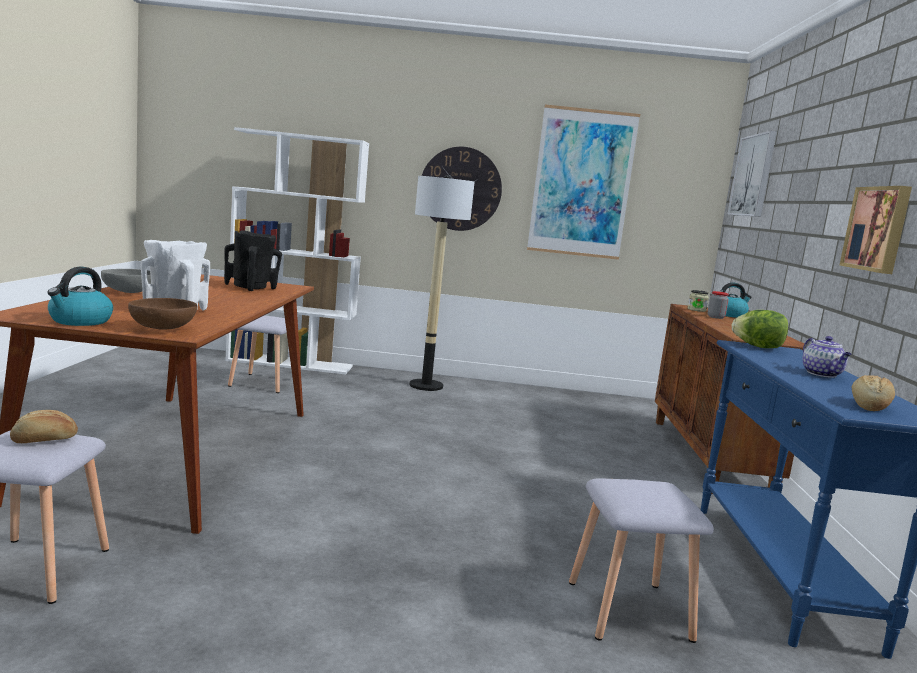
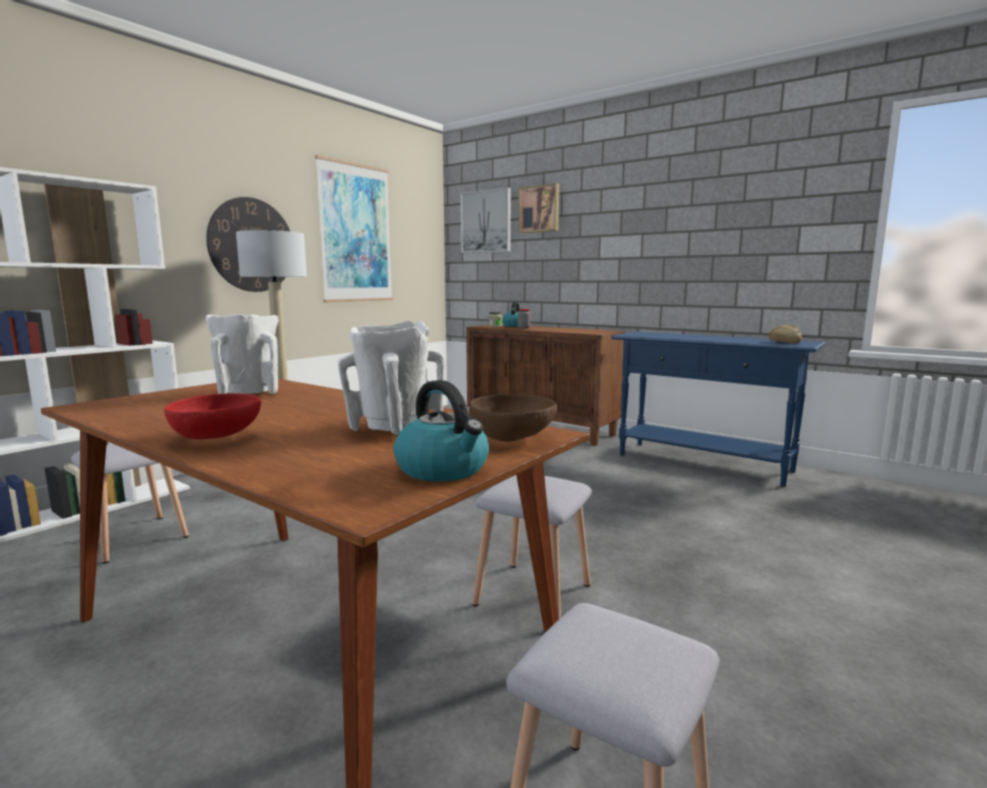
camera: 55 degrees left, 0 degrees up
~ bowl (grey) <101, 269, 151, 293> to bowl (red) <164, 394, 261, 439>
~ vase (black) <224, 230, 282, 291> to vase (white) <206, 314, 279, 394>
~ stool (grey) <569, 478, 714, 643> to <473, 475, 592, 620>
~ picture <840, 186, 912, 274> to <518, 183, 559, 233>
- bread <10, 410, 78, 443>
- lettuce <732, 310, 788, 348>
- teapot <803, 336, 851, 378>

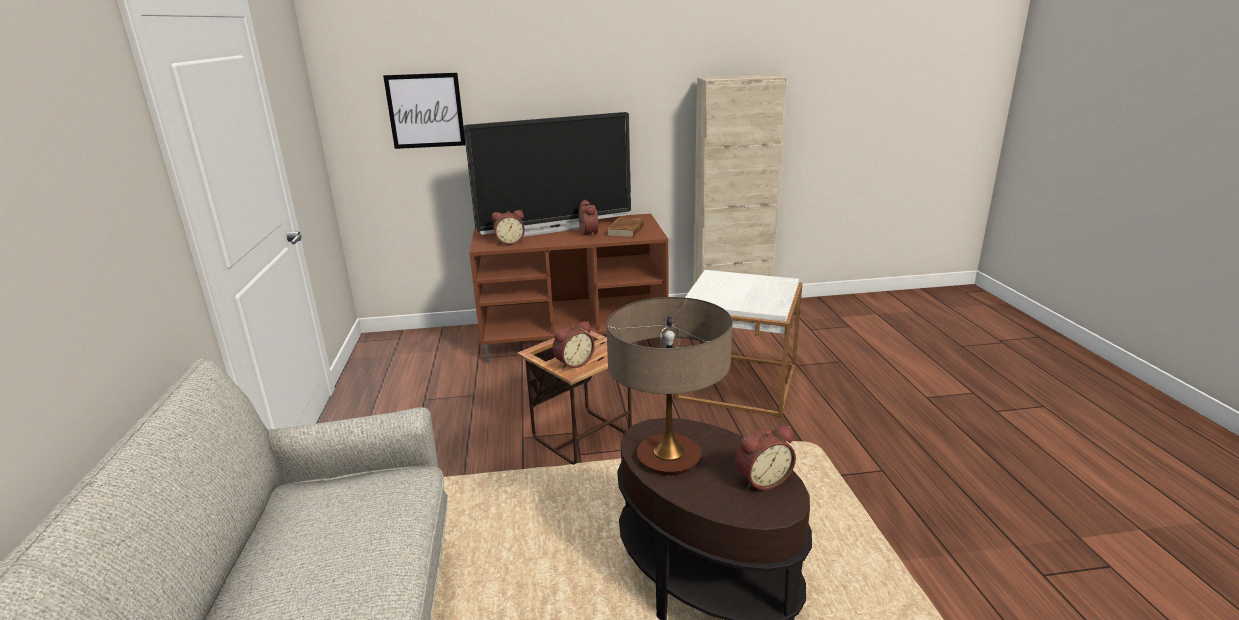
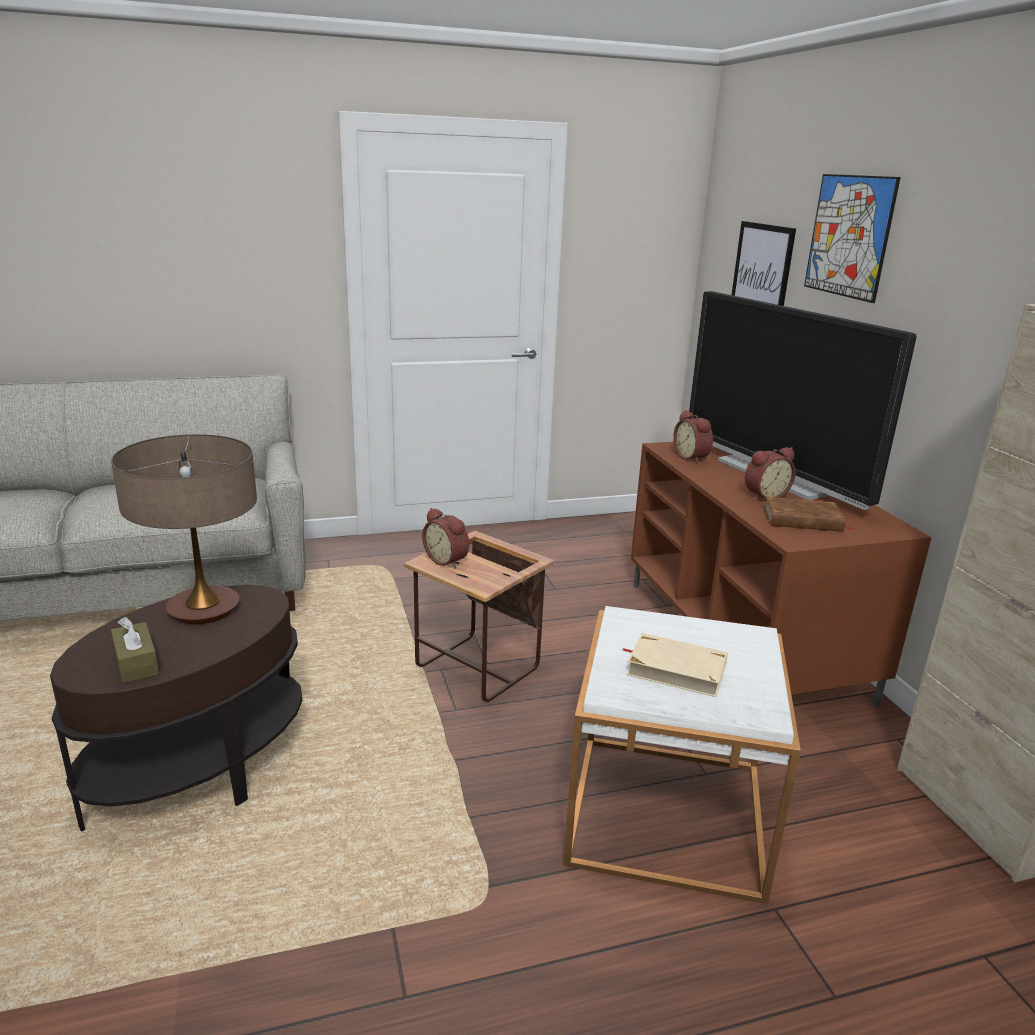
camera: 80 degrees right, 0 degrees up
~ alarm clock <735, 426, 796, 490> to tissue box (brown) <111, 617, 159, 683>
+ book (beige) <623, 633, 728, 697>
+ picture <804, 174, 901, 303>

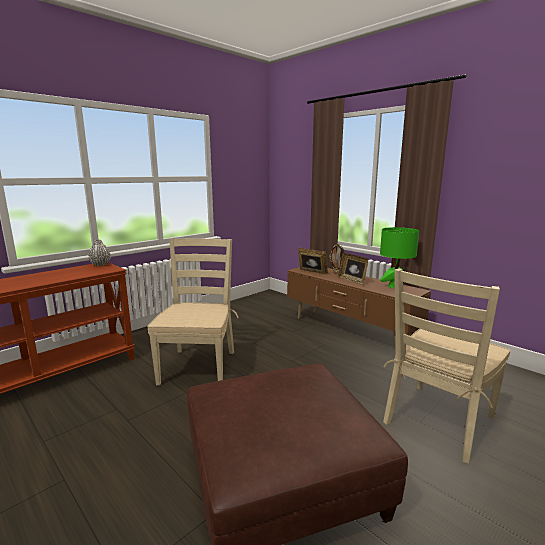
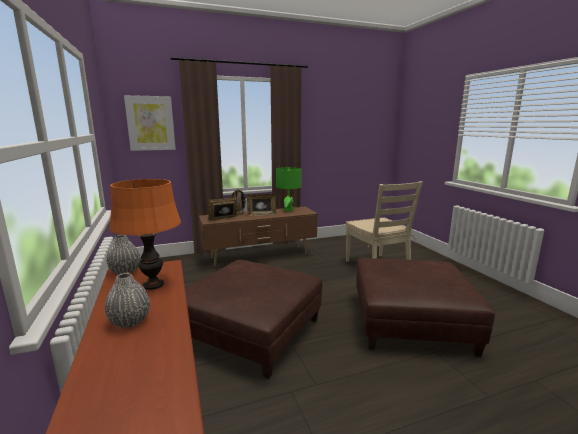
camera: 65 degrees left, 0 degrees up
+ vase (grey) <105, 273, 150, 328>
+ table lamp (orange) <109, 179, 181, 290>
+ picture <124, 95, 176, 151>
~ chair (beige) <147, 238, 239, 386> to ottoman (brown) <185, 260, 322, 379>

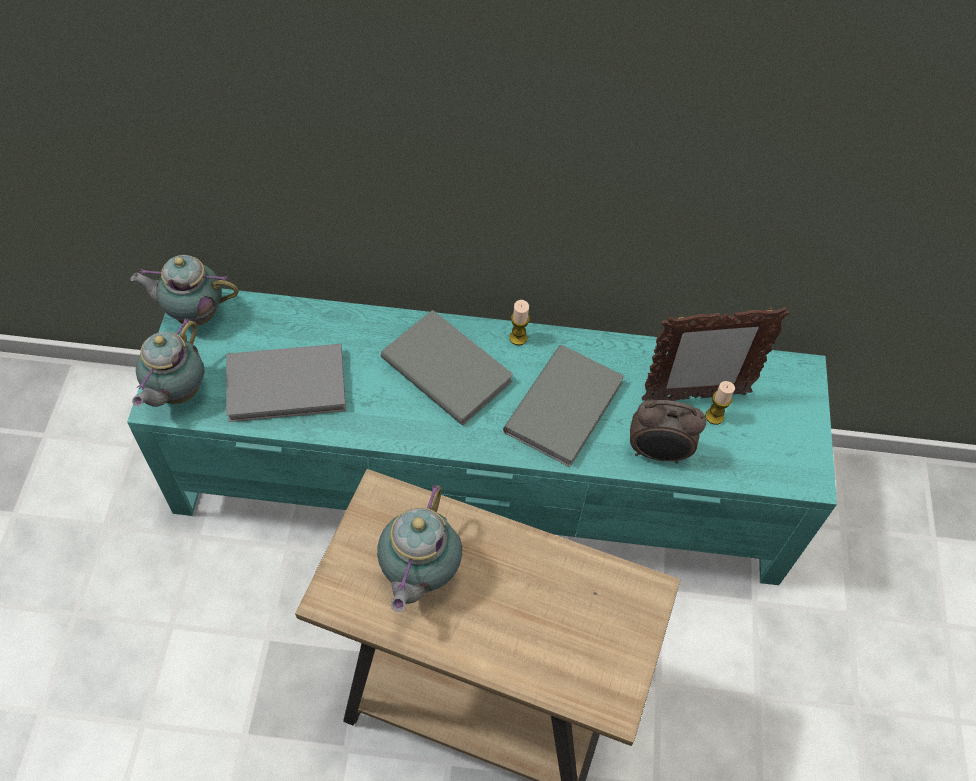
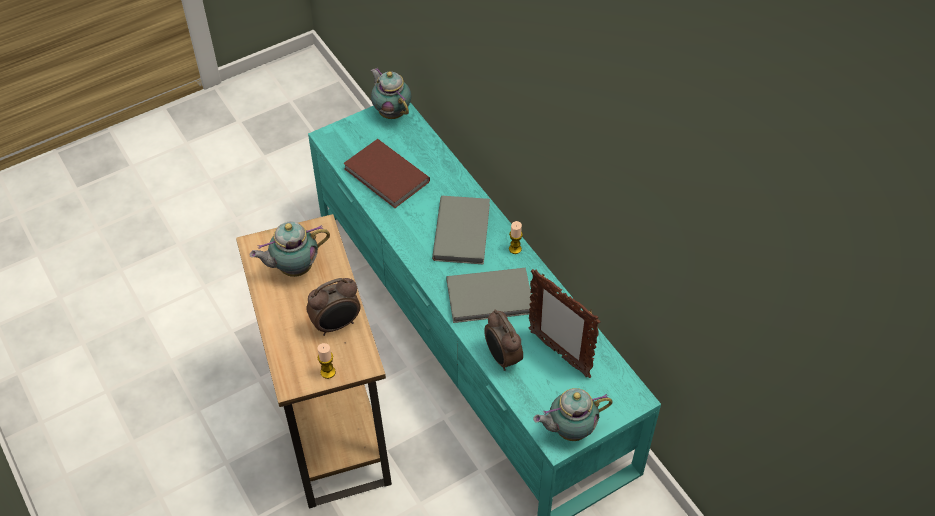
camera: 55 degrees right, 5 degrees down
+ alarm clock <306, 278, 361, 336>
~ candle <705, 381, 735, 425> to <318, 343, 336, 379>
~ book (grey) <226, 344, 346, 422> to book (brown) <343, 139, 430, 208>
~ teapot <132, 318, 205, 407> to <533, 388, 613, 441>

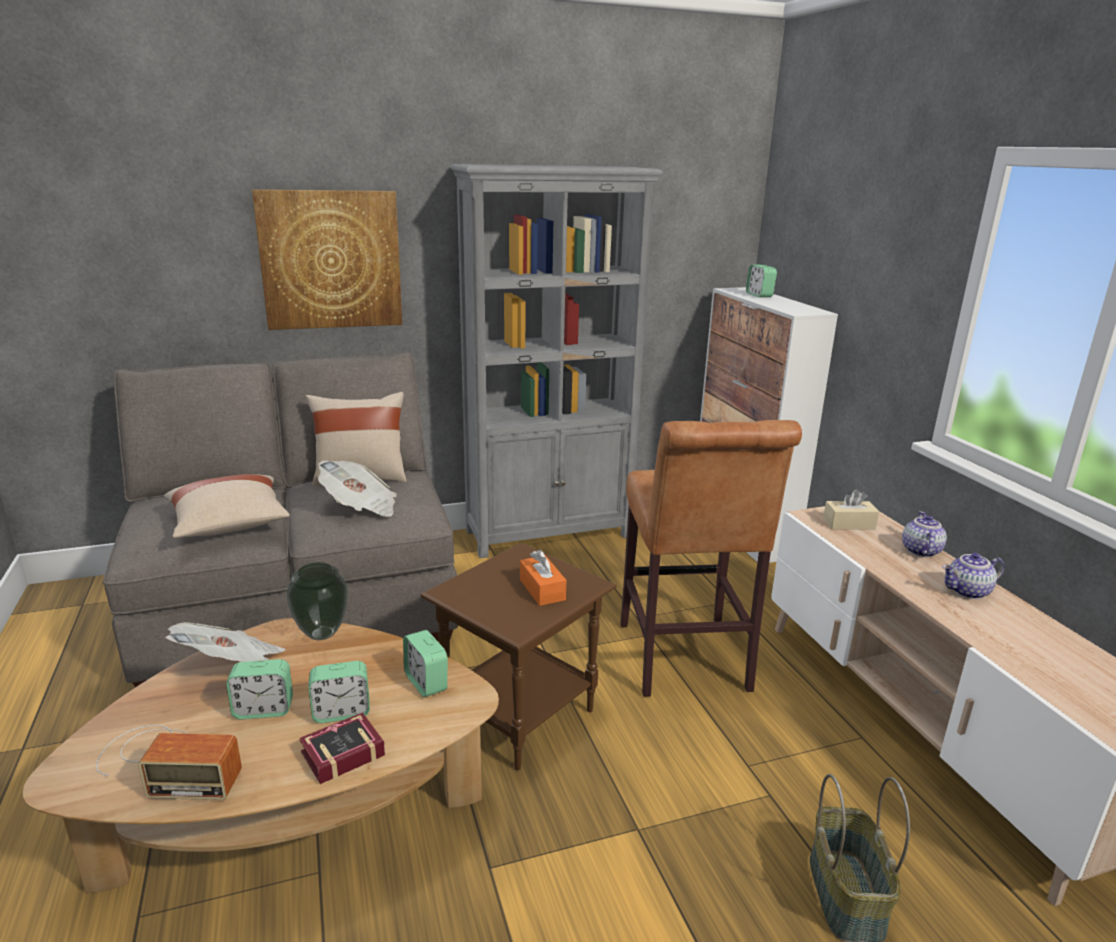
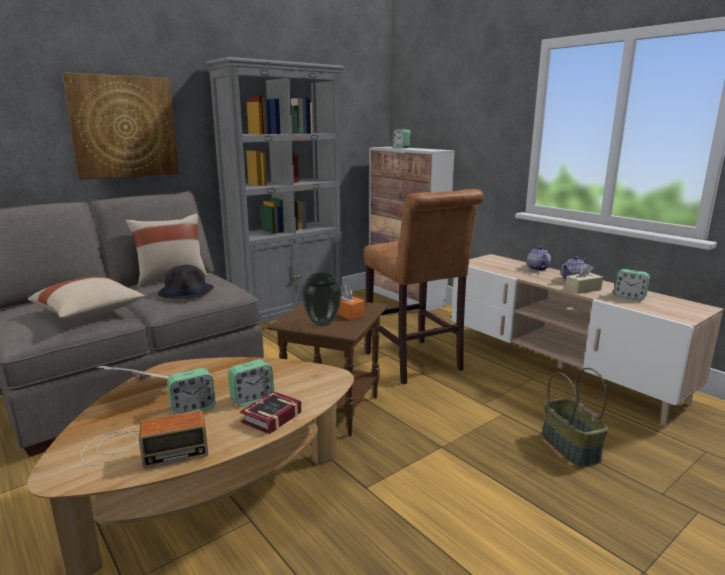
camera: 20 degrees left, 5 degrees down
~ newspaper <318, 460, 397, 517> to hat (black) <158, 265, 214, 299>
~ vase <286, 562, 348, 640> to <302, 273, 342, 326>
~ tissue box (beige) <823, 489, 879, 529> to <565, 264, 603, 294>
~ alarm clock <403, 630, 448, 697> to <613, 269, 650, 301>

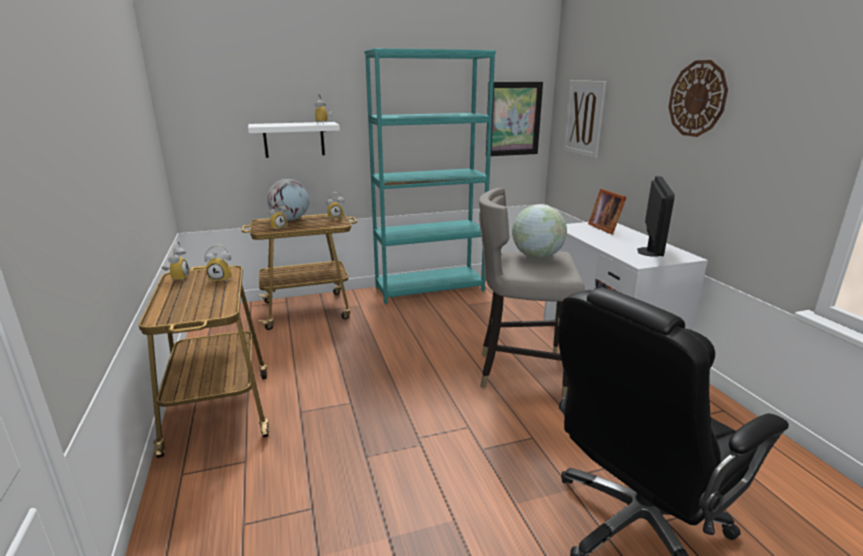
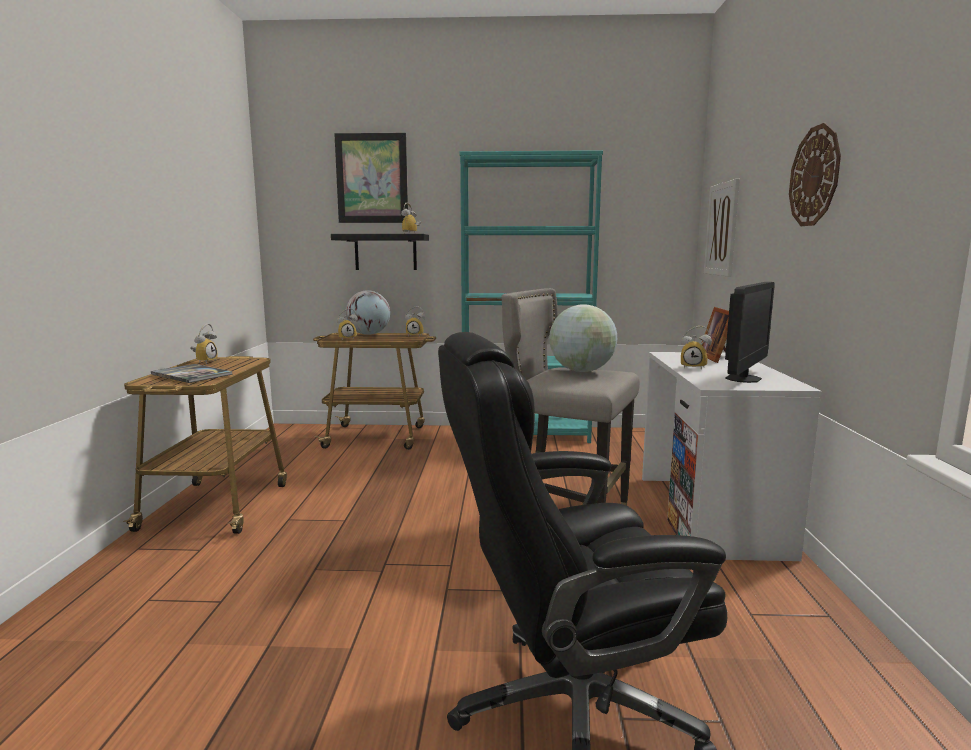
camera: 20 degrees right, 10 degrees down
+ book <151, 364, 233, 383>
~ shelf (white) <248, 122, 340, 158> to shelf (black) <331, 234, 429, 270>
~ picture <486, 82, 543, 156> to <334, 133, 408, 223>
~ alarm clock <204, 244, 232, 283> to <681, 326, 712, 370>

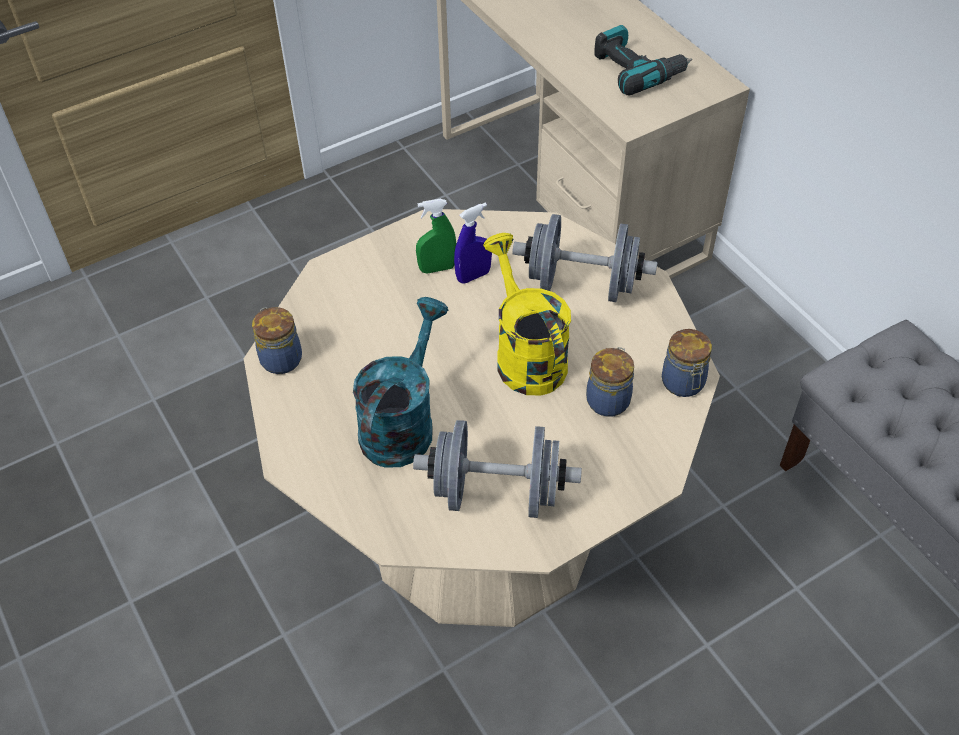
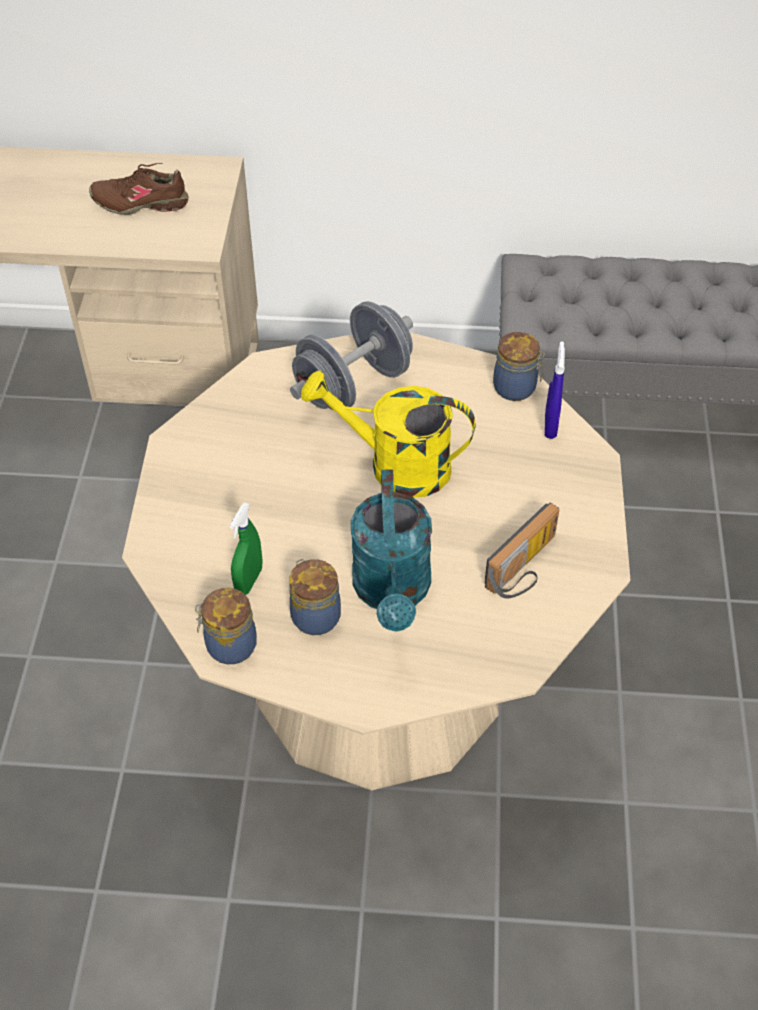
camera: 55 degrees left, 0 degrees up
~ power drill <594, 25, 692, 96> to shoe (brown) <89, 163, 189, 215>
~ spray bottle (green) <416, 199, 457, 274> to <230, 502, 263, 595>
~ jar <586, 347, 634, 417> to <289, 559, 341, 635>
~ watering can (turquoise) <353, 297, 448, 468> = <351, 469, 432, 632> 150 degrees counterclockwise
~ dumbbell (grey) <413, 420, 582, 518> to radio <484, 502, 560, 599>
~ spray bottle (blue) <454, 202, 492, 283> to <544, 341, 565, 439>

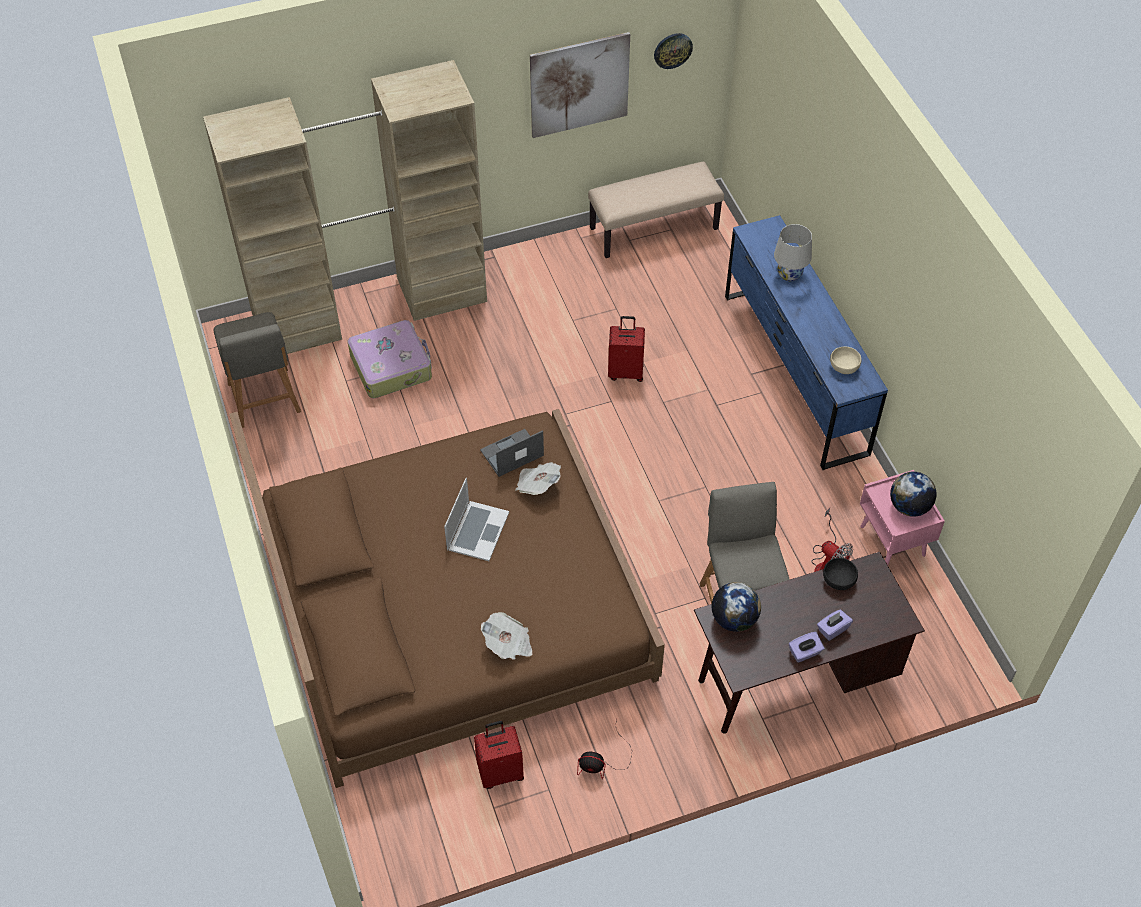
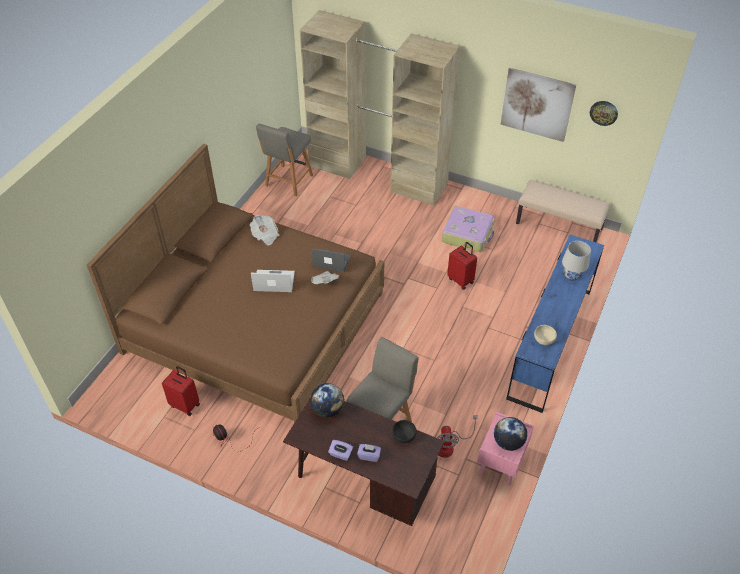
camera: 45 degrees right, 5 degrees down
~ newspaper <481, 612, 533, 660> to <250, 215, 280, 246>
~ laptop <444, 478, 509, 561> = <251, 270, 295, 292> 150 degrees counterclockwise
~ suitcase <348, 320, 432, 398> to <442, 206, 494, 252>

